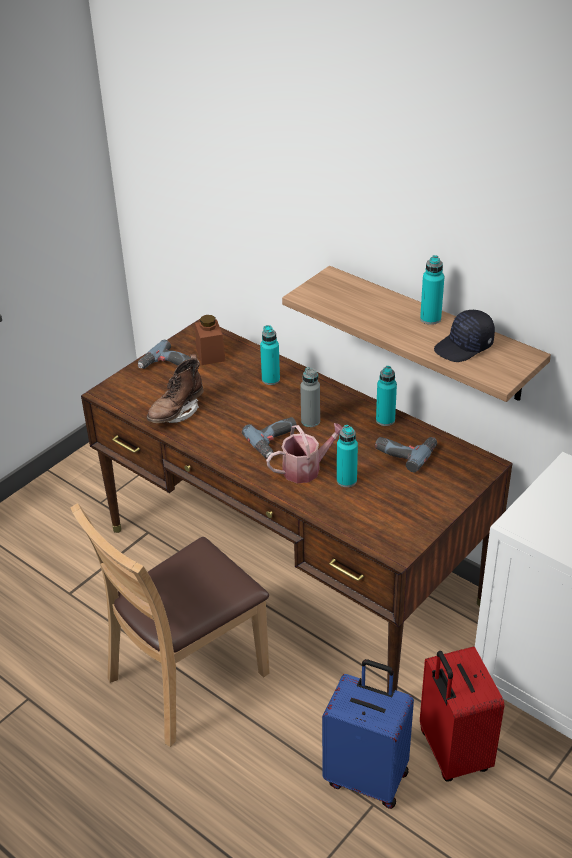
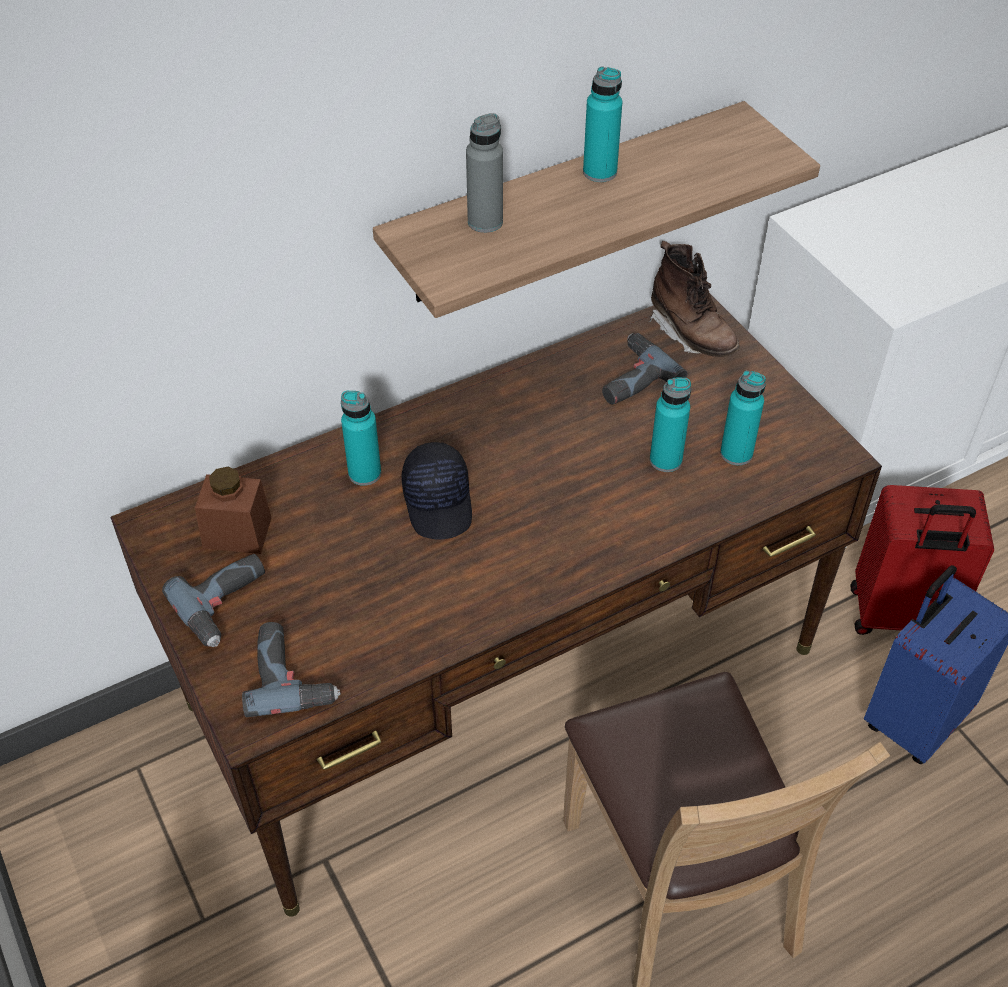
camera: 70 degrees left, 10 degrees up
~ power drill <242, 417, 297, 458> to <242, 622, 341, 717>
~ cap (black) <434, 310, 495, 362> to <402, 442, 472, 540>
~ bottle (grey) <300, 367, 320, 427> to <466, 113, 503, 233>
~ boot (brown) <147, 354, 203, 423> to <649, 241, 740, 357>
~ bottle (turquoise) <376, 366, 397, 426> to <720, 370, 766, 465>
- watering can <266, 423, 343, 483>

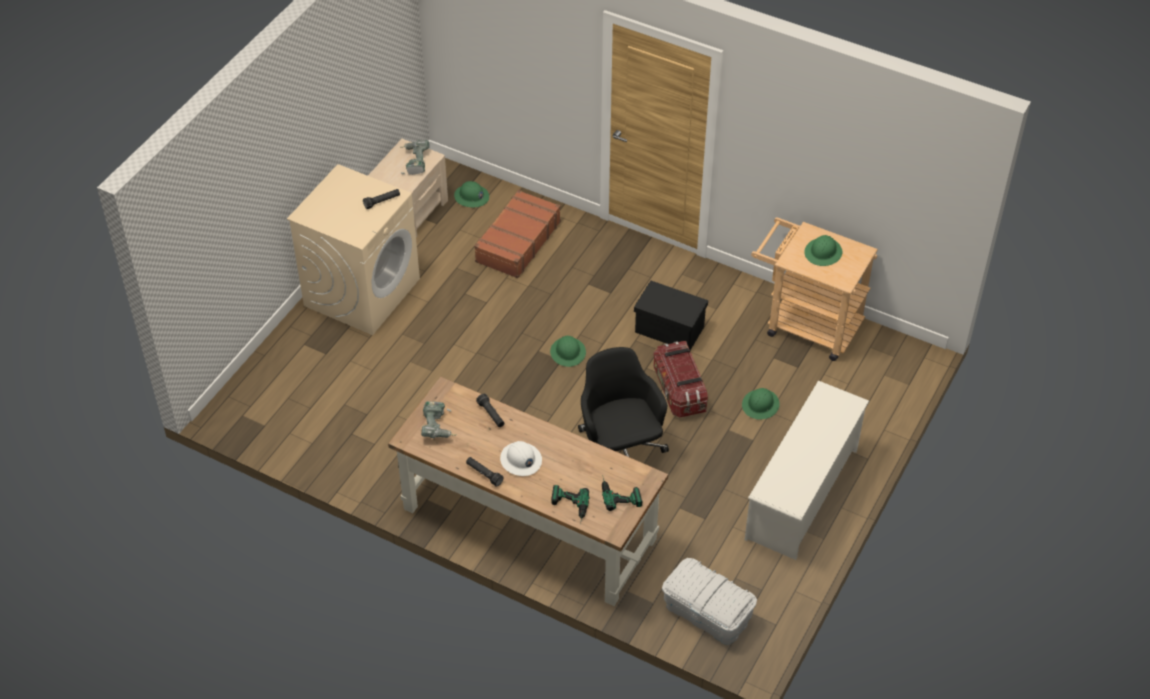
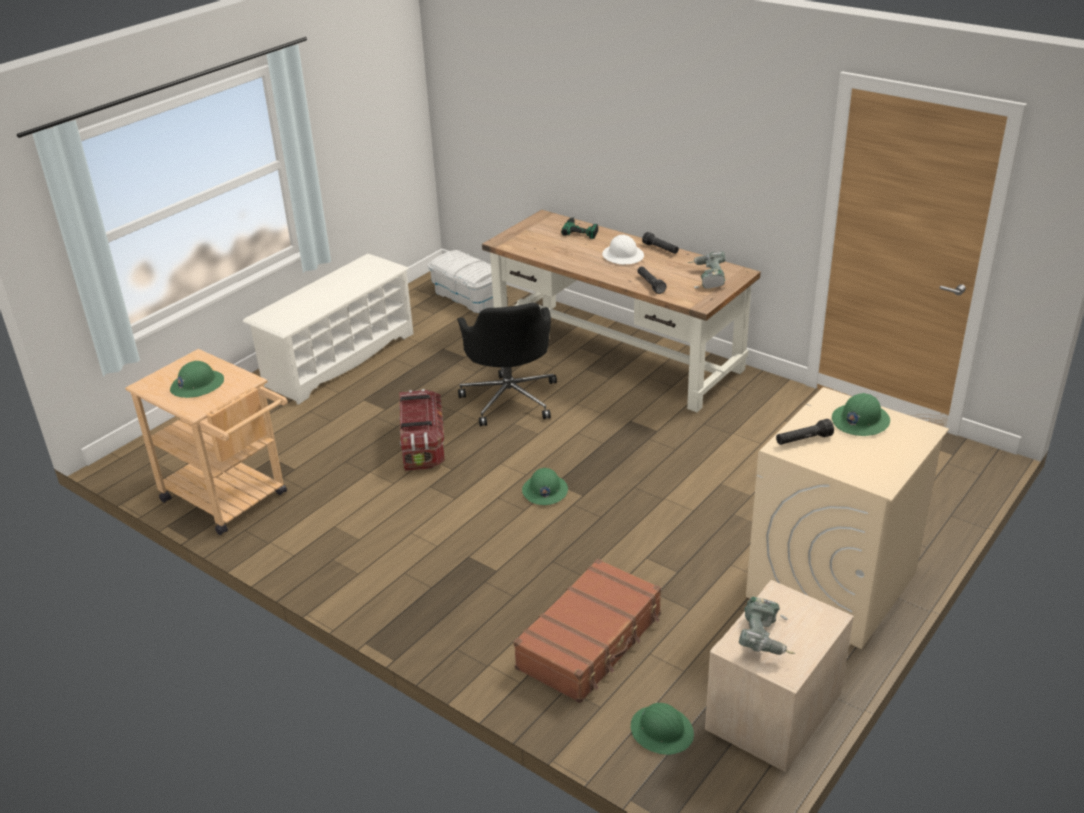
camera: 170 degrees left, 15 degrees down
~ hard hat (green) <742, 388, 780, 420> to <832, 393, 890, 436>
- power drill <602, 475, 642, 511>
- storage box (black) <634, 281, 708, 350>

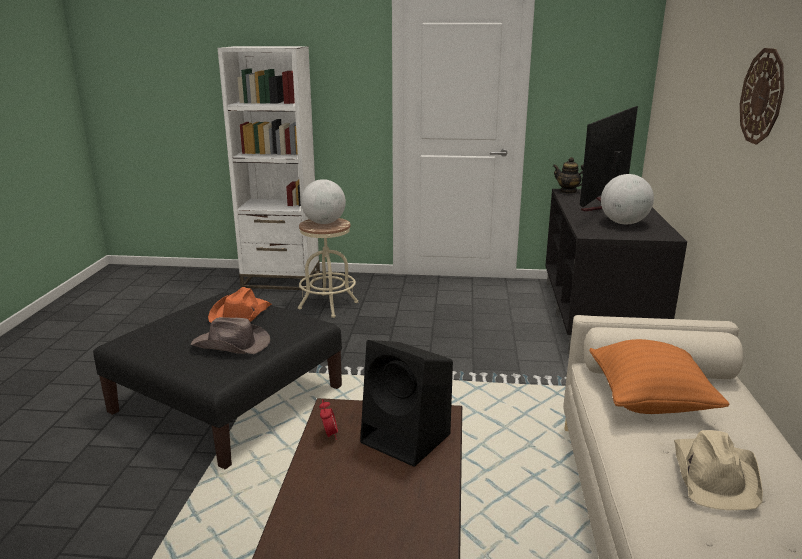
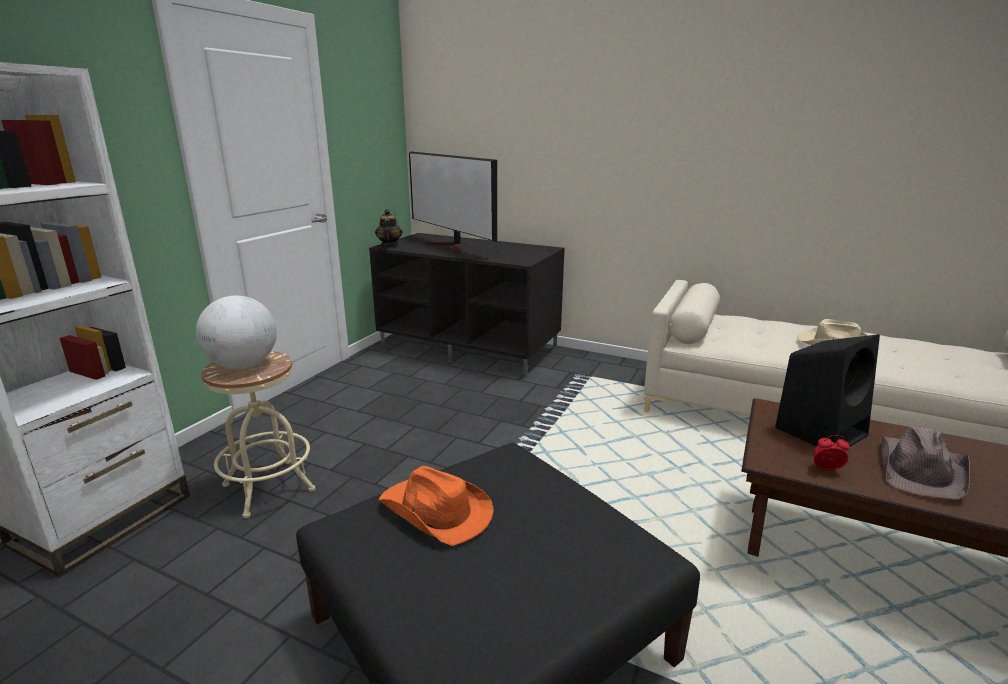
camera: 70 degrees left, 0 degrees up
~ teapot <553, 157, 584, 194> = <375, 209, 403, 247> 120 degrees clockwise
~ hat (brown) <191, 317, 270, 354> to <881, 426, 970, 500>
- pillow (orange) <589, 339, 730, 414>
- globe <601, 174, 654, 224>
- wall clock <740, 48, 784, 145>

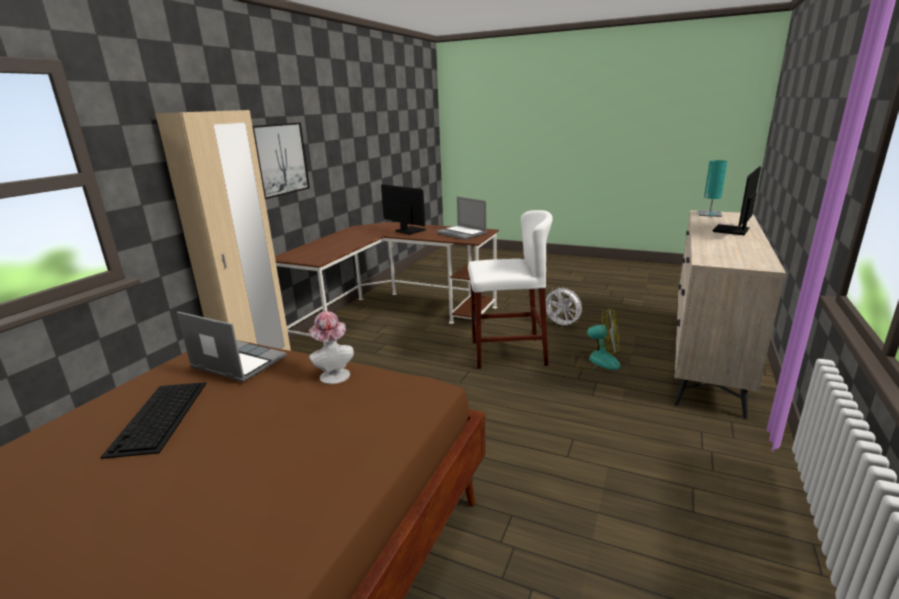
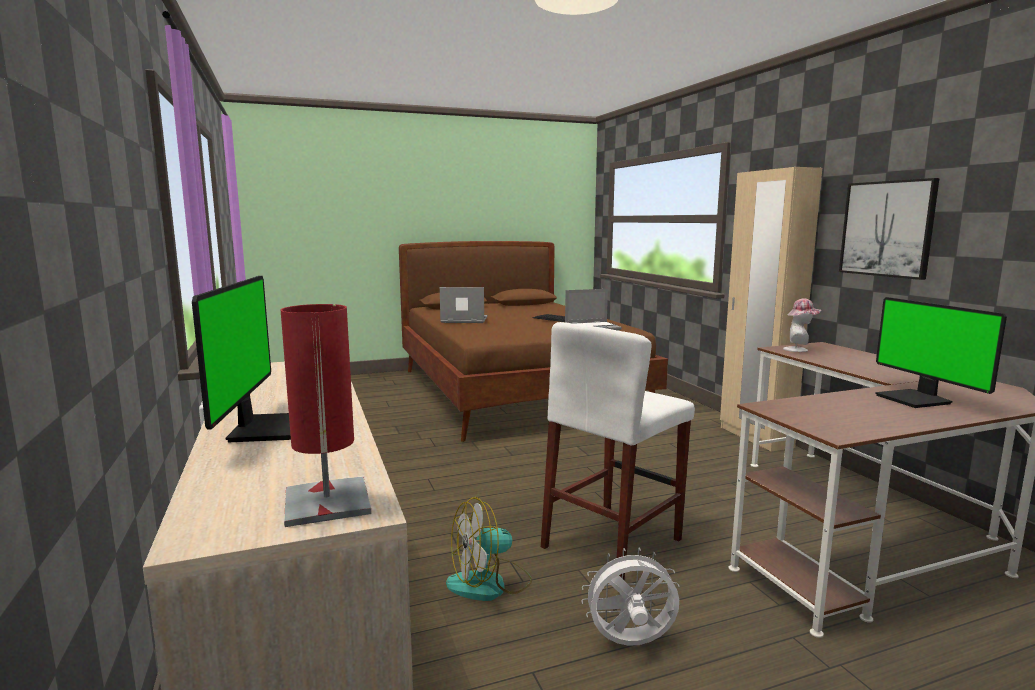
camera: 135 degrees right, 10 degrees down
~ table lamp (turquoise) <699, 160, 728, 217> to table lamp (red) <281, 304, 371, 527>
~ laptop <436, 197, 487, 240> to <440, 287, 487, 323>
~ hat <309, 311, 354, 384> to <783, 299, 821, 352>
~ monitor <381, 184, 426, 235> = <875, 297, 1007, 408> 75 degrees clockwise

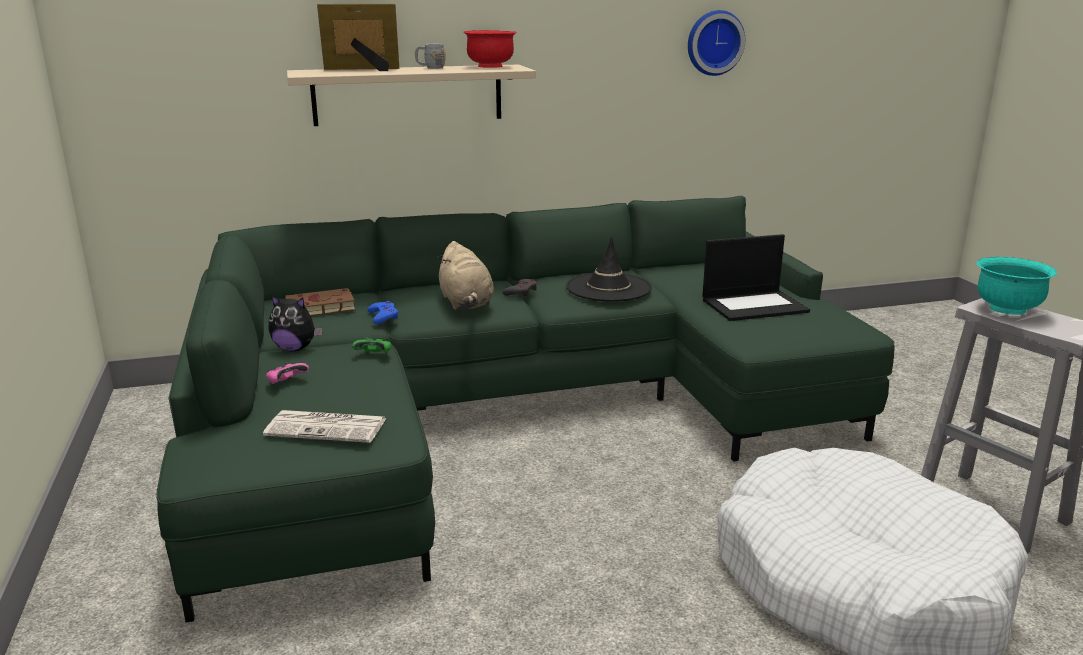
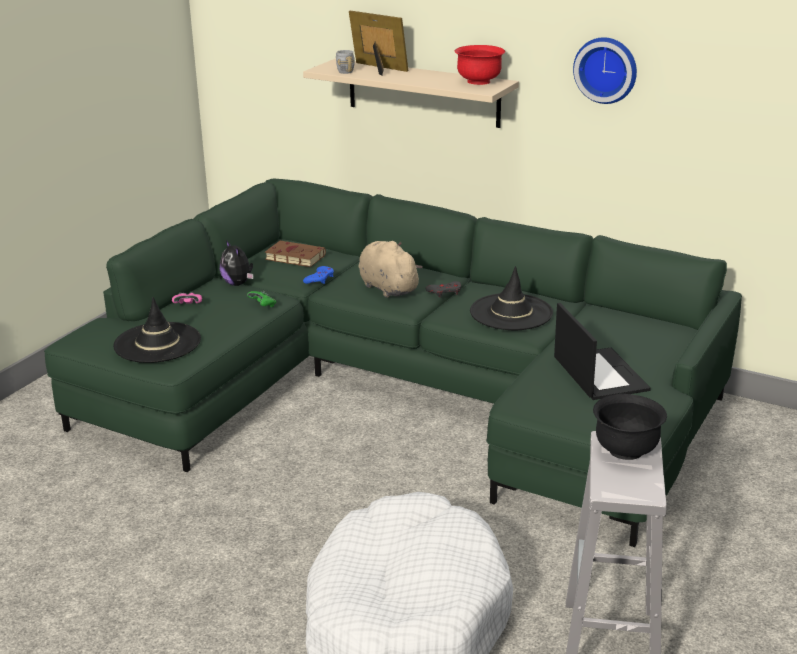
camera: 45 degrees right, 5 degrees up
~ newspaper <263, 410, 386, 443> to hat (black) <113, 297, 201, 363>
~ mug (grey) <415, 44, 446, 69> to <336, 50, 355, 74>
~ plush toy (beige) <437, 241, 494, 310> = <359, 241, 423, 298> 120 degrees clockwise
~ laptop <702, 234, 810, 321> = <554, 303, 651, 400> 135 degrees counterclockwise
~ wall clock <688, 10, 745, 76> to <573, 37, 637, 104>
~ bowl (turquoise) <976, 257, 1057, 315> to bowl (black) <593, 394, 667, 460>

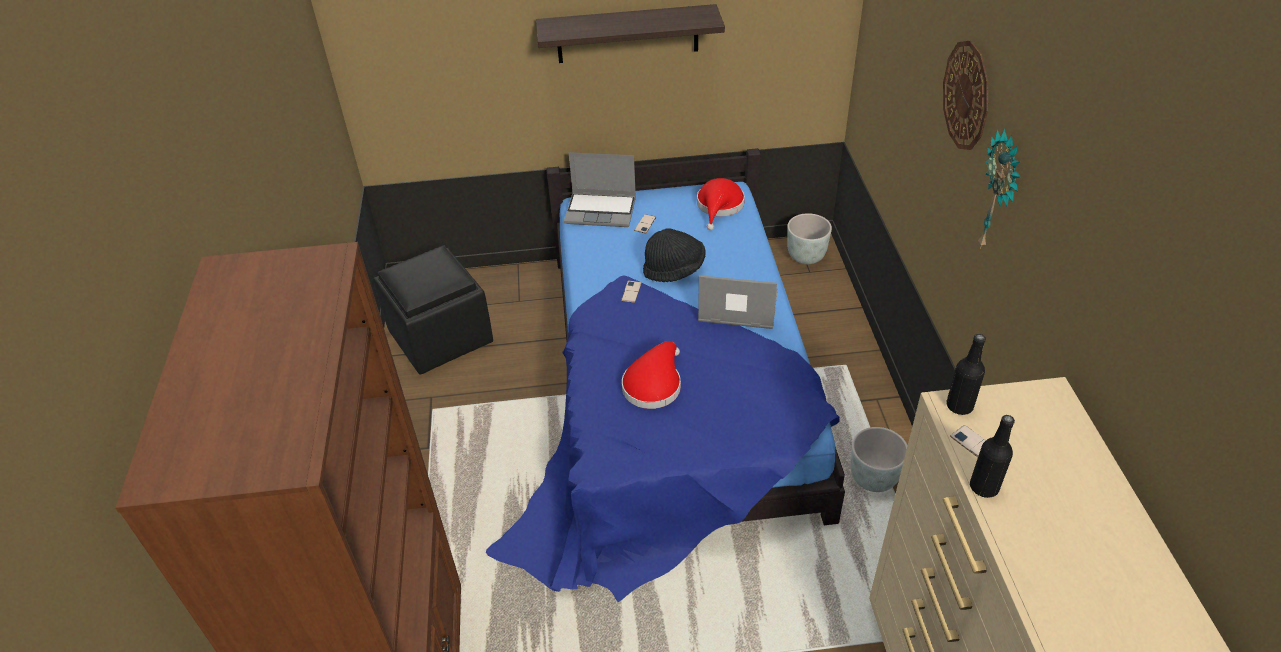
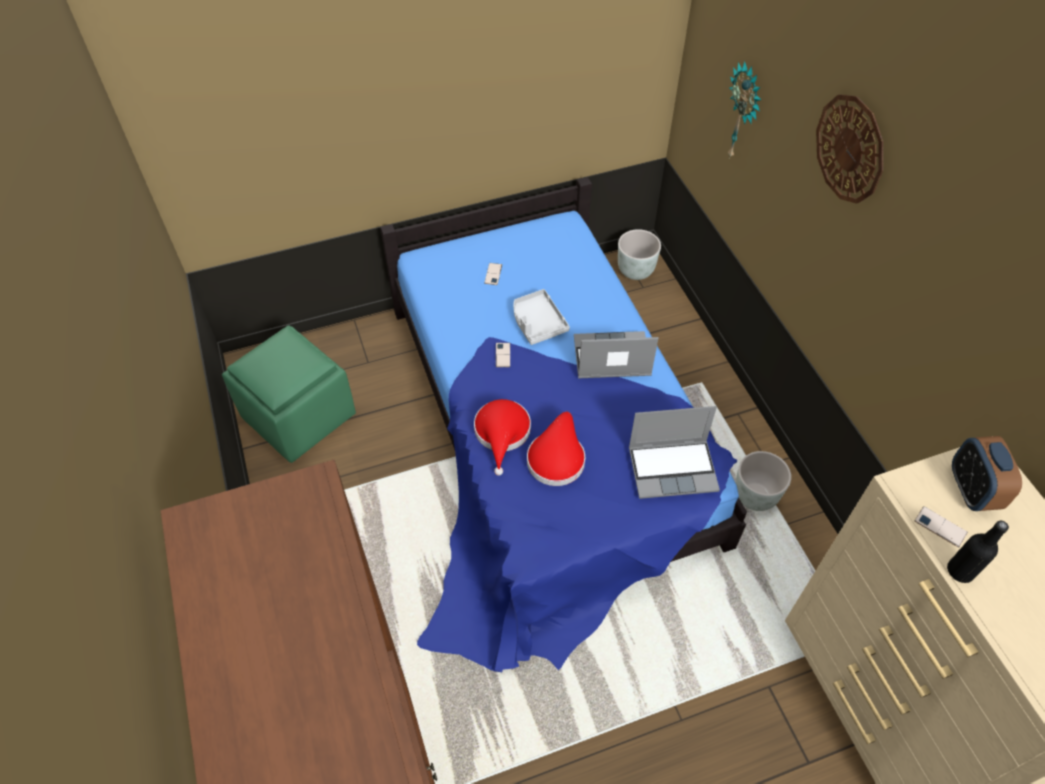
camera: 15 degrees left, 10 degrees up
~ ottoman (black) <373, 245, 493, 375> to ottoman (green) <222, 325, 356, 463>
~ hat (red) <697, 178, 745, 231> to <474, 399, 531, 476>
~ hat (black) <643, 228, 706, 282> to tray (grey) <514, 289, 570, 345>
~ laptop <564, 152, 636, 227> to <629, 406, 720, 499>
~ wall clock <978, 129, 1020, 249> to <727, 61, 761, 159>
+ alarm clock <952, 436, 1022, 511>
- shelf <536, 4, 725, 63>
- bottle (black) <946, 334, 986, 415>

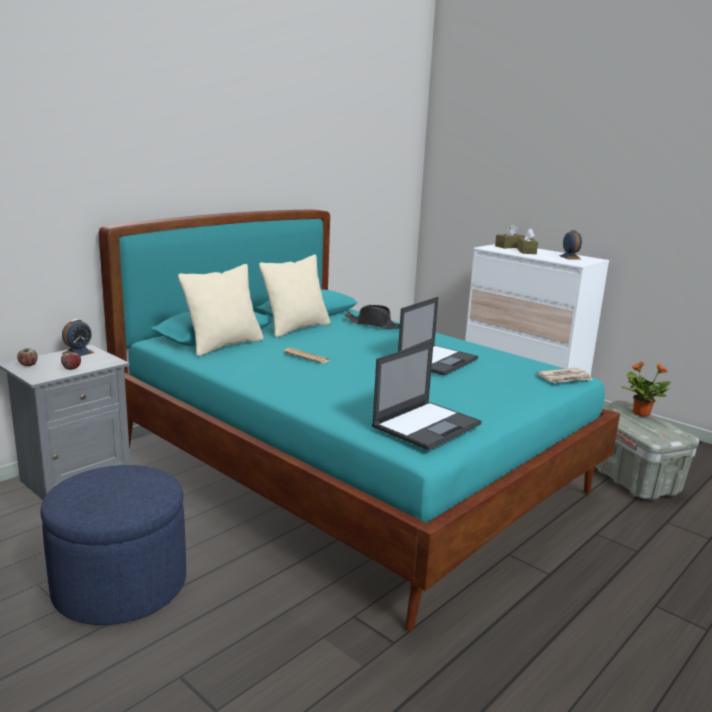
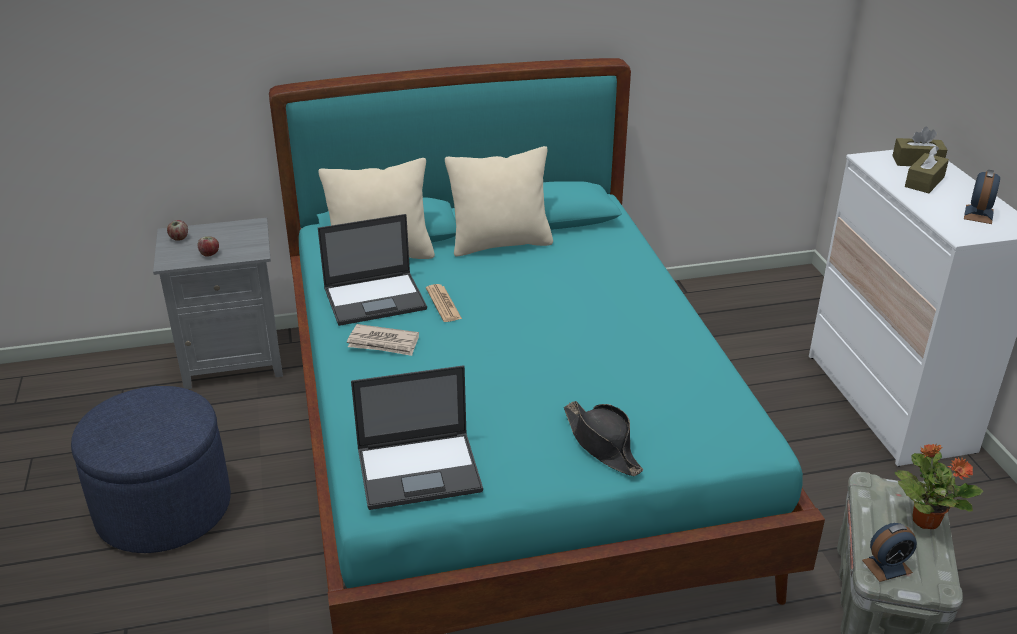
camera: 35 degrees right, 15 degrees up
~ laptop <398, 297, 478, 376> to <318, 214, 427, 326>
~ newspaper <536, 368, 593, 383> to <347, 324, 419, 356>
~ hat (black) <345, 305, 400, 329> to <564, 401, 643, 476>
~ alarm clock <62, 319, 95, 356> to <862, 523, 917, 582>

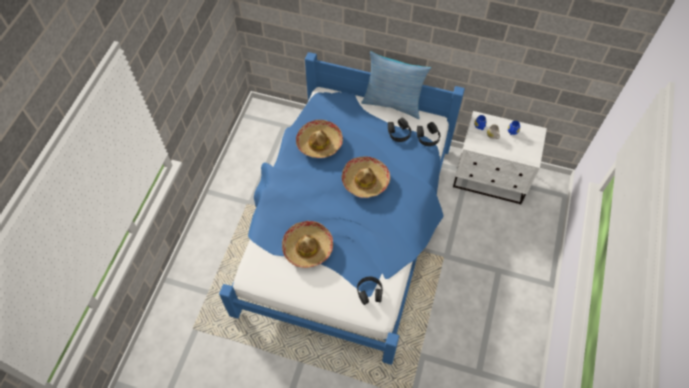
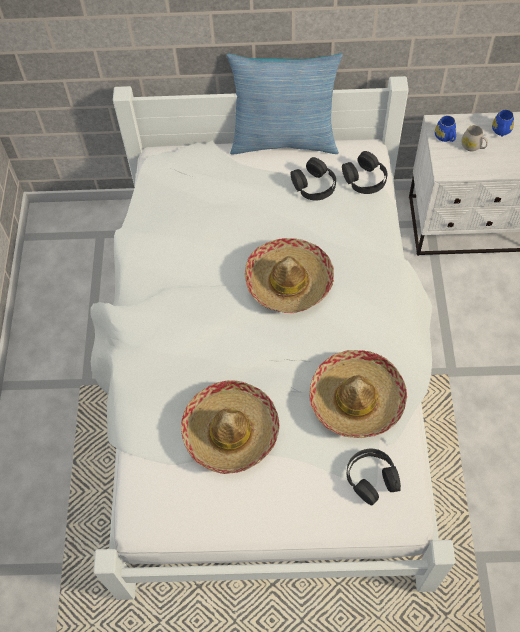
camera: 15 degrees left, 0 degrees up
~ bed (blue) <219, 52, 465, 365> to bed (white) <91, 76, 455, 600>
~ hat <296, 120, 343, 158> to <309, 350, 407, 438>

